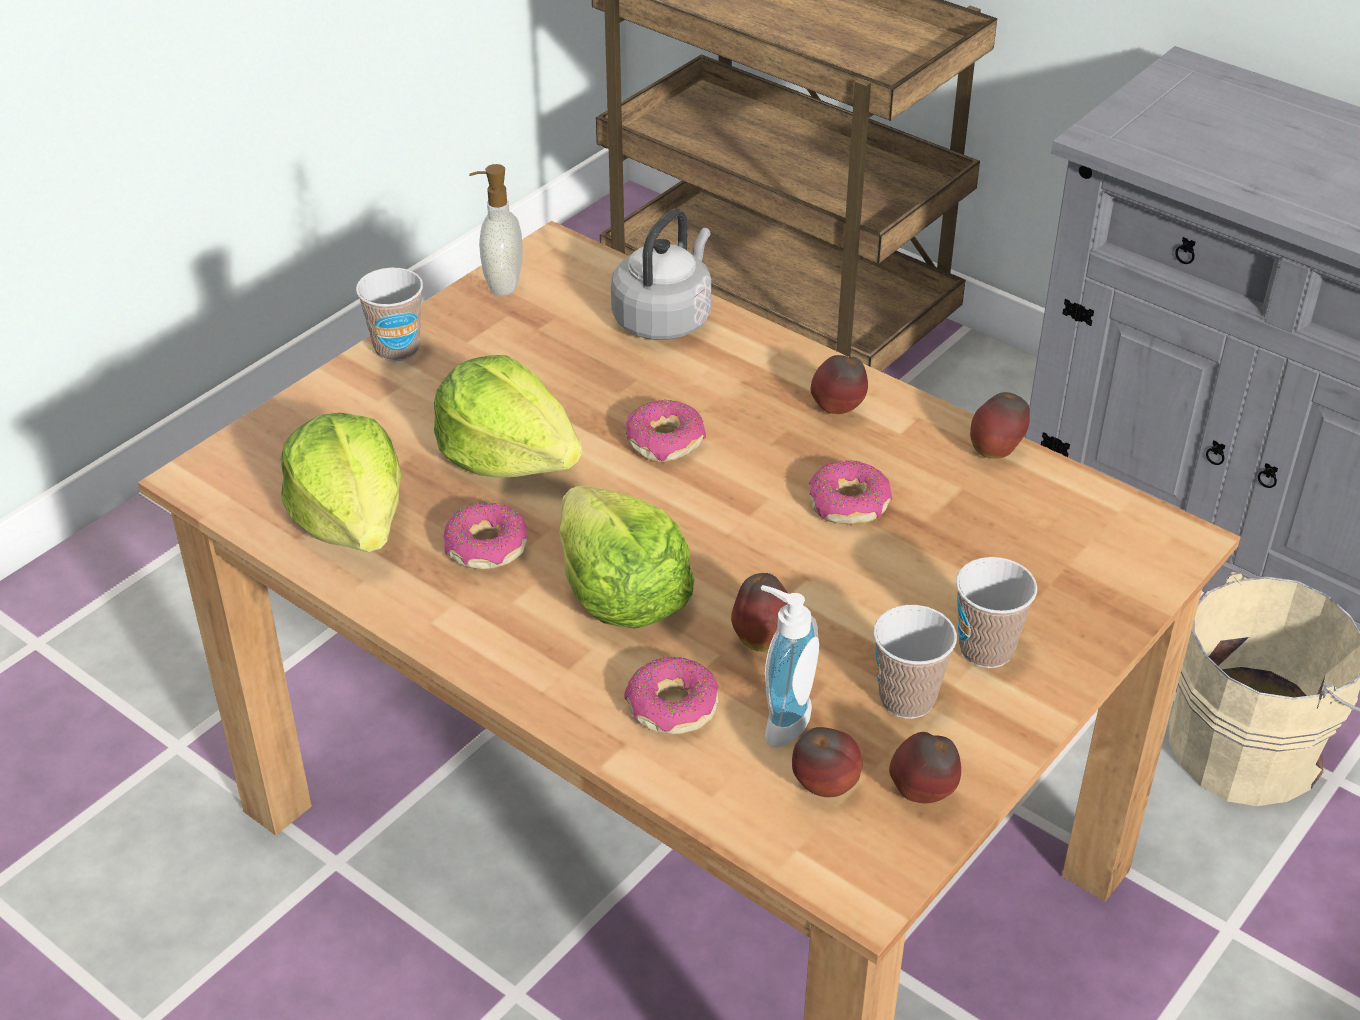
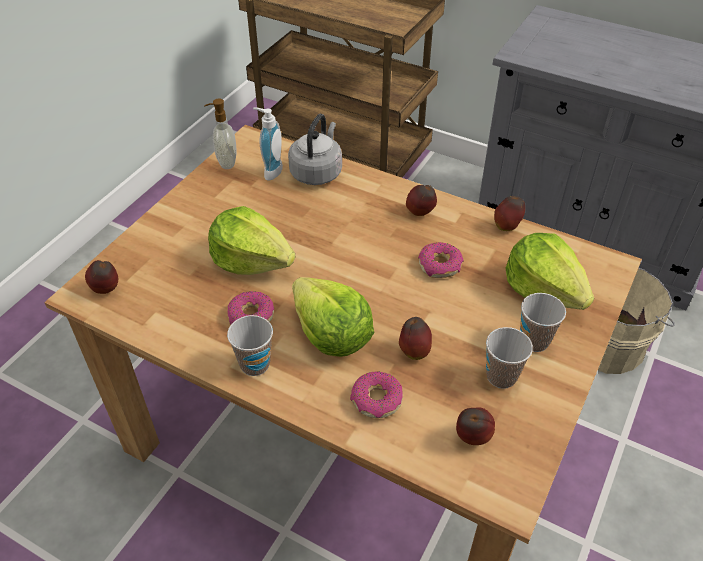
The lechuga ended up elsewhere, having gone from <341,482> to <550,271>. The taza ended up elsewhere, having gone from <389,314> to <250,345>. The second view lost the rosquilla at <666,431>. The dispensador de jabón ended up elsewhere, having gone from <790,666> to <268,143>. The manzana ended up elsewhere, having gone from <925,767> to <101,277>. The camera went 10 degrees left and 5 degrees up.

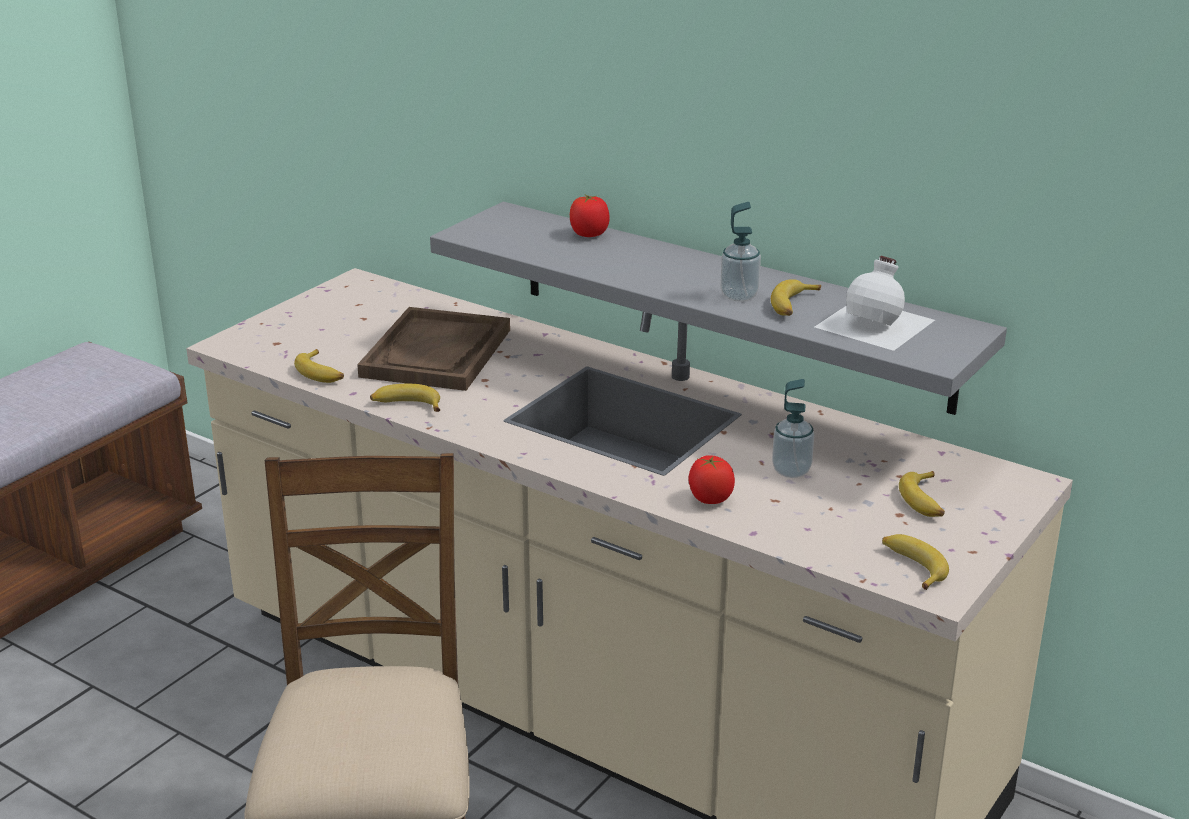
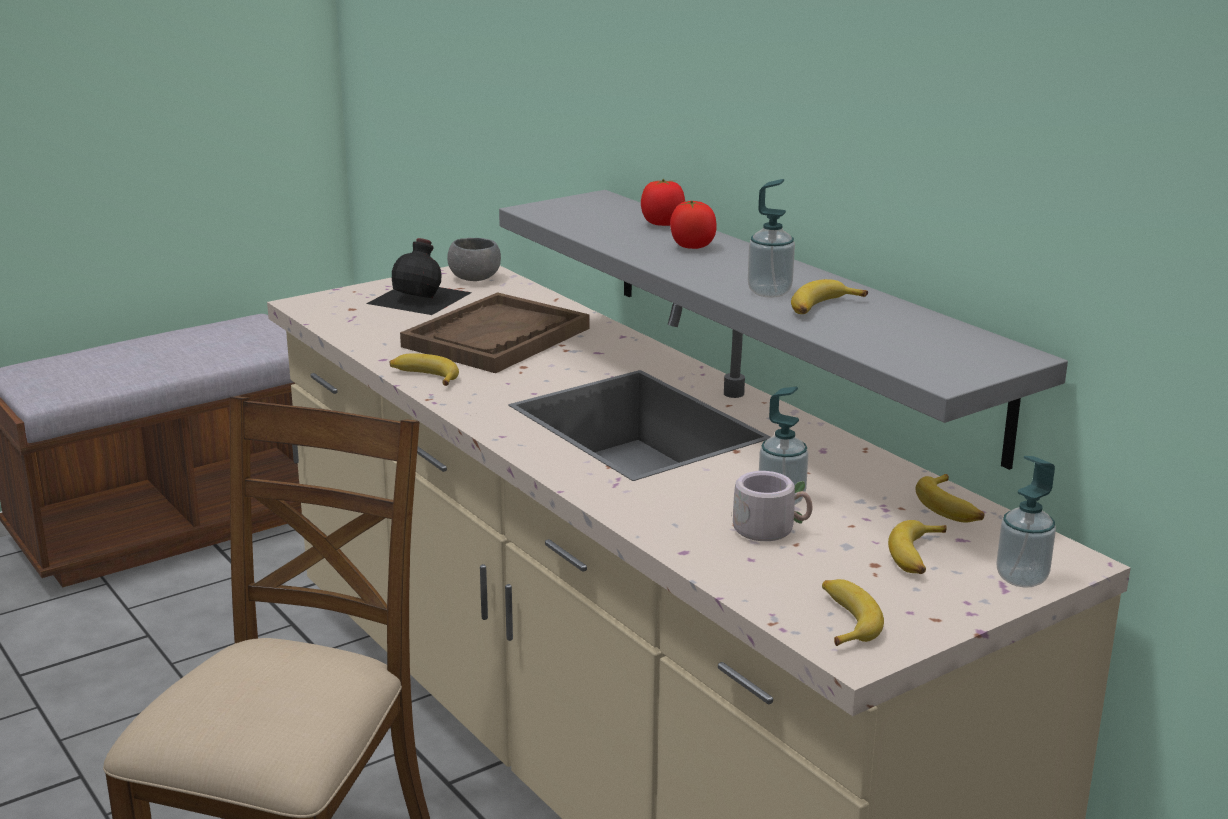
The plátano ended up elsewhere, having gone from <319,366> to <950,498>. The tomate ended up elsewhere, having gone from <711,479> to <693,225>. The second view lost the botella (blanco) at <875,303>. The second view gained the botella (negro) at <419,276>. The second view gained the cuenco (gris) at <474,259>. The second view gained the taza grande (gris) at <772,506>. The second view gained the dispensador de jabón at <1026,522>. The camera went 20 degrees right and 5 degrees down.

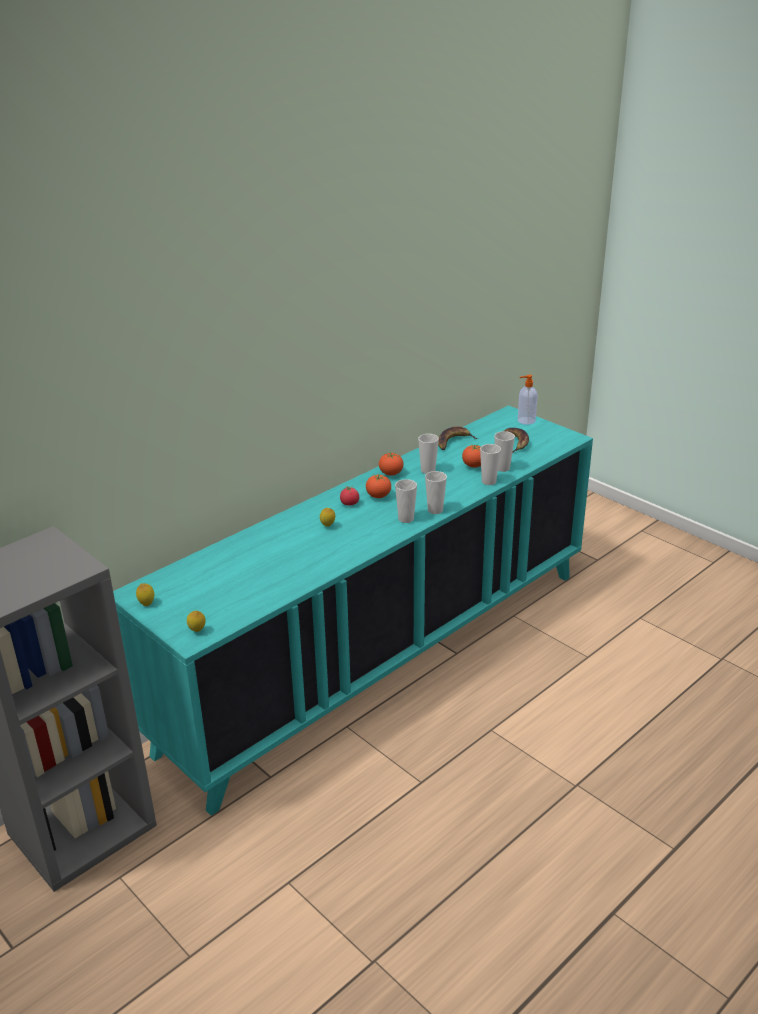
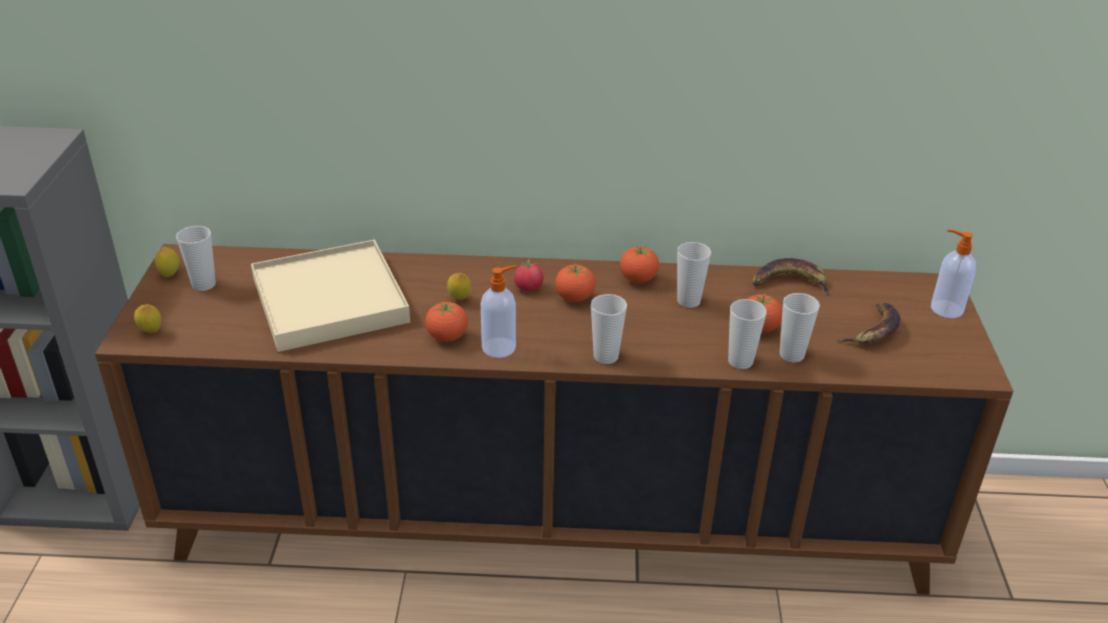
What was the armario (turquesa) at <353,610> turned into the armario (marrón) at <554,419>. The taza ended up elsewhere, having gone from <406,501> to <196,258>. The second view gained the bandeja (beis) at <330,296>. The second view gained the tomate at <446,321>. The second view gained the dispensador de jabón at <499,311>. The camera went 45 degrees right and 5 degrees up.

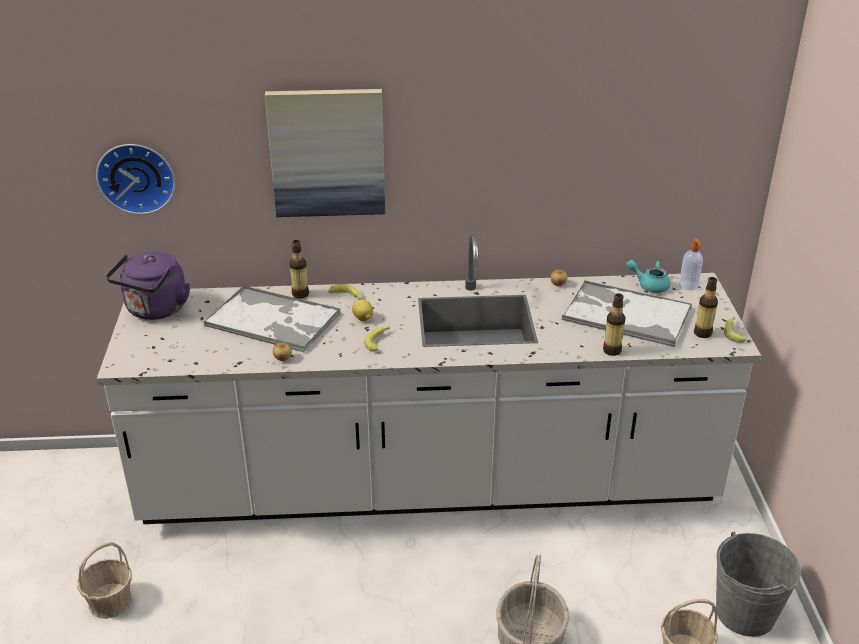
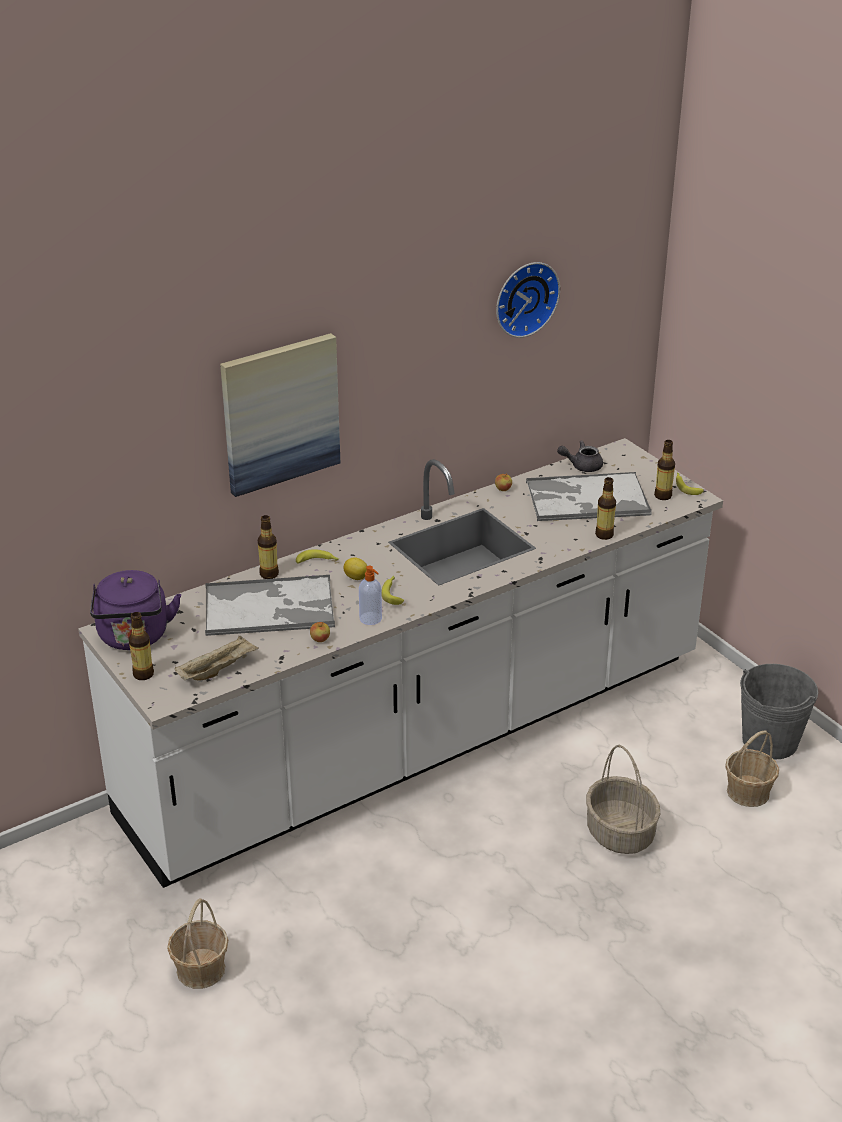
The reloj de pared ended up elsewhere, having gone from <135,179> to <528,300>. What was the tetera (turquesa) at <648,276> turned into the tetera (gris) at <580,456>. The dispensador de jabón ended up elsewhere, having gone from <691,264> to <370,595>. The second view gained the botella at <141,646>. The second view gained the bandeja (beis) at <217,658>. The camera went 30 degrees left and 0 degrees up.

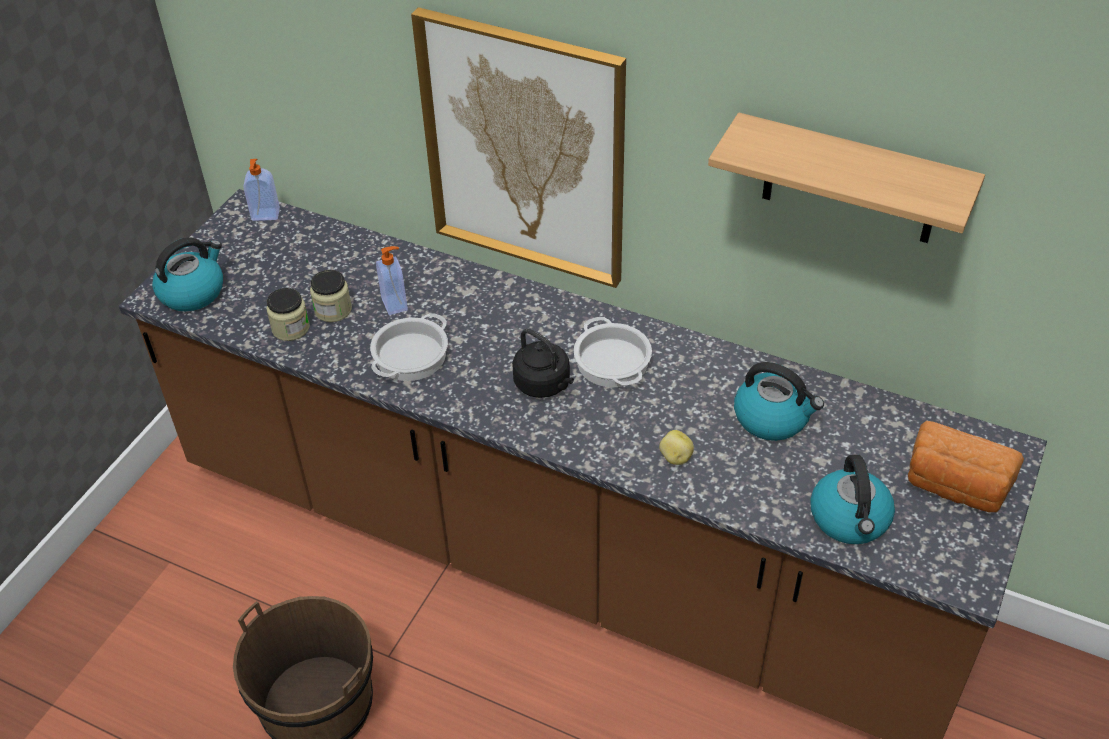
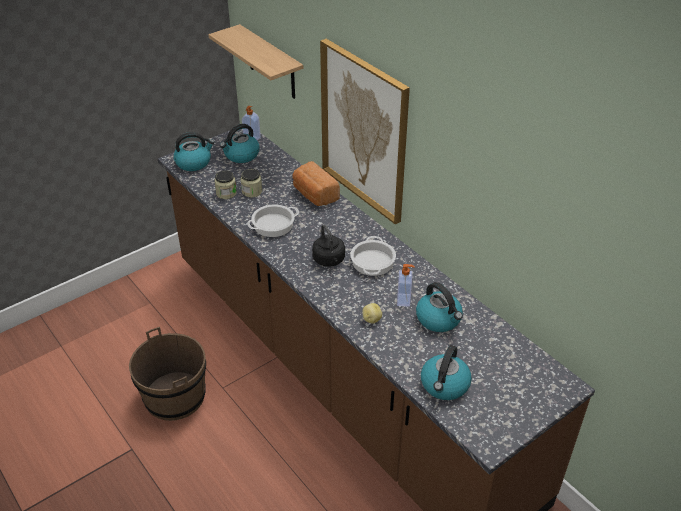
The dispensador de jabón ended up elsewhere, having gone from <392,280> to <406,285>. The estante ended up elsewhere, having gone from <846,178> to <255,61>. The pan ended up elsewhere, having gone from <966,466> to <316,183>. The second view gained the hervidor at <240,143>. The camera went 25 degrees right and 5 degrees down.

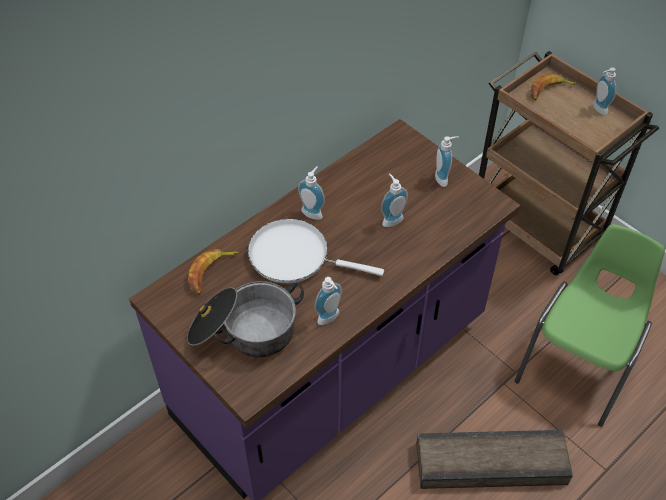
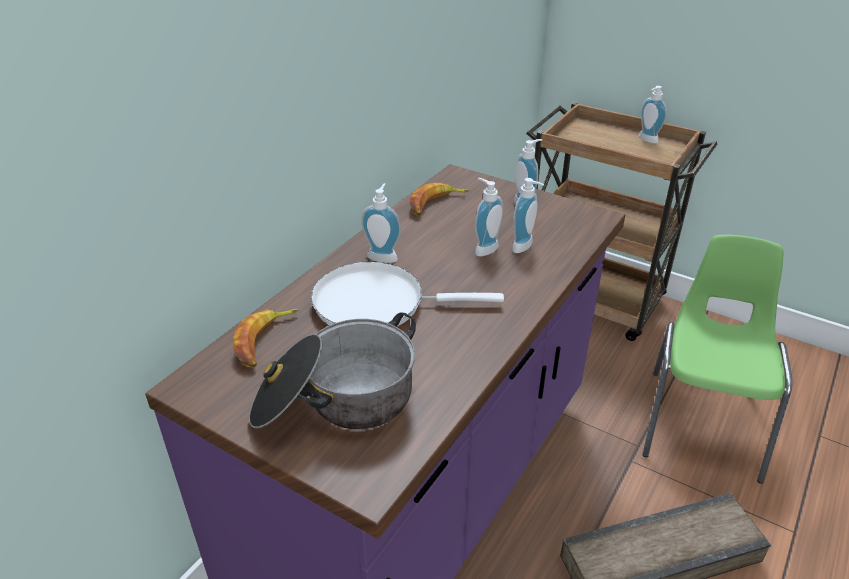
The dispensador de jabón ended up elsewhere, having gone from <328,301> to <528,215>. The plátano ended up elsewhere, having gone from <553,87> to <440,199>. The camera went 15 degrees left and 15 degrees down.

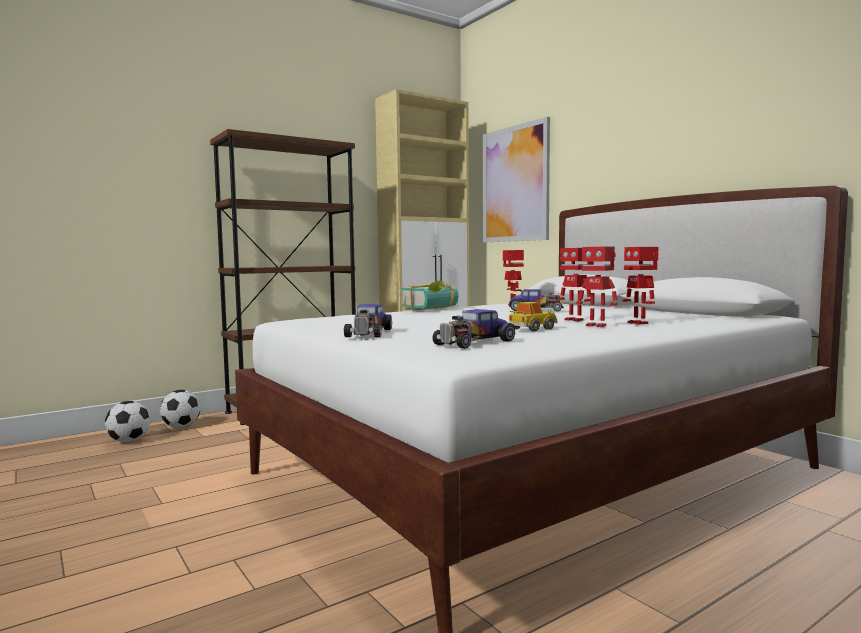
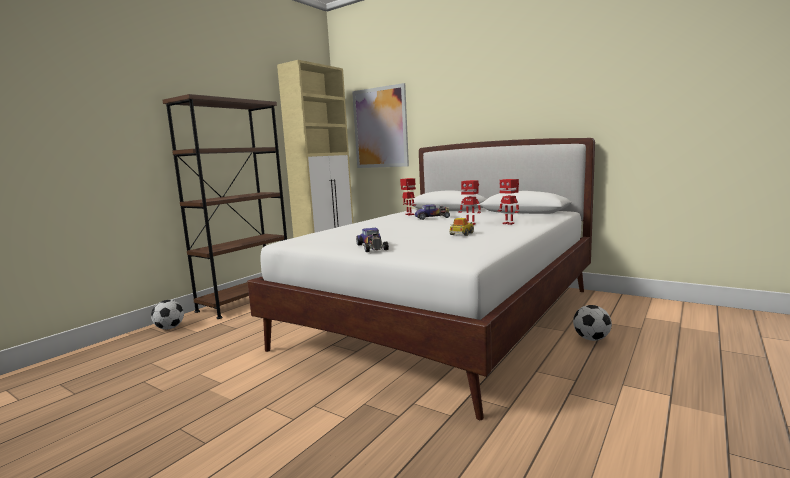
The balón de fútbol ended up elsewhere, having gone from <128,421> to <592,323>. The second view lost the libro at <430,295>. The second view lost the coche de juguete at <473,329>. The second view lost the robot de juguete at <596,287>. The camera went 20 degrees left and 5 degrees up.

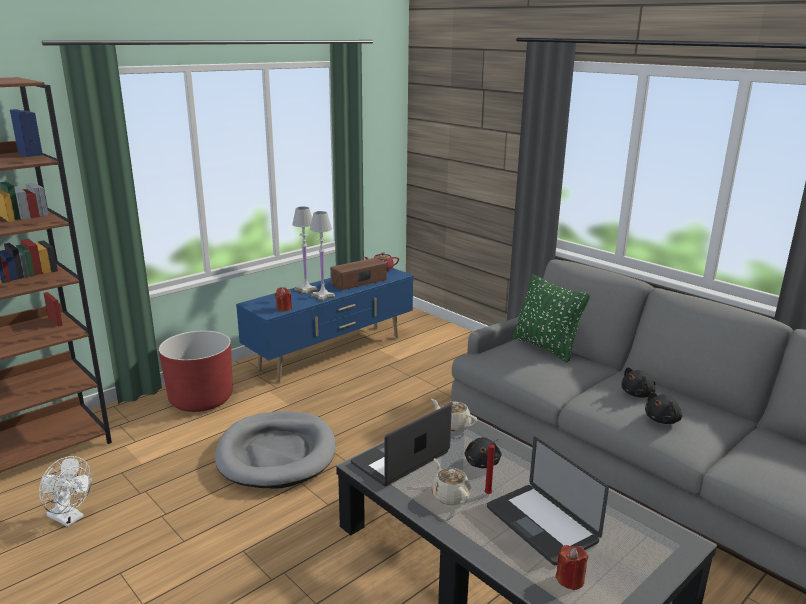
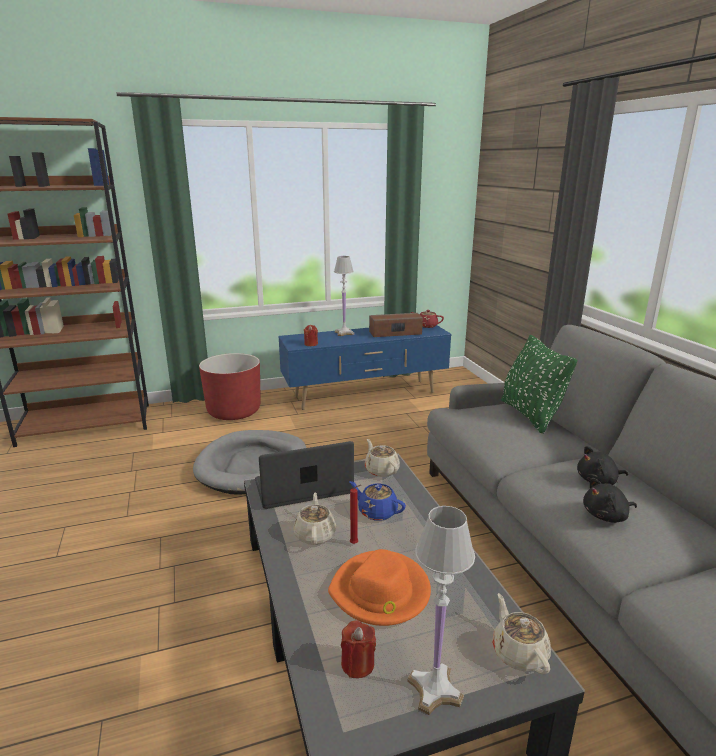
The second view lost the ventilador (blanco) at <65,491>. The lámpara de mesa (blanco) ended up elsewhere, having gone from <322,256> to <441,610>. Where the peluche (negro) stood at <483,452>, the tetera (azul) came to stand at <377,501>. Where the portátil stood at <548,501>, the sombrero (naranja) came to stand at <379,587>. The second view gained the tetera (beis) at <521,634>. The camera went 25 degrees right and 0 degrees up.

